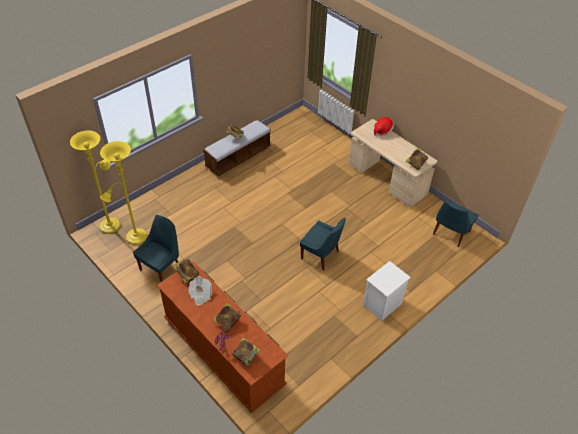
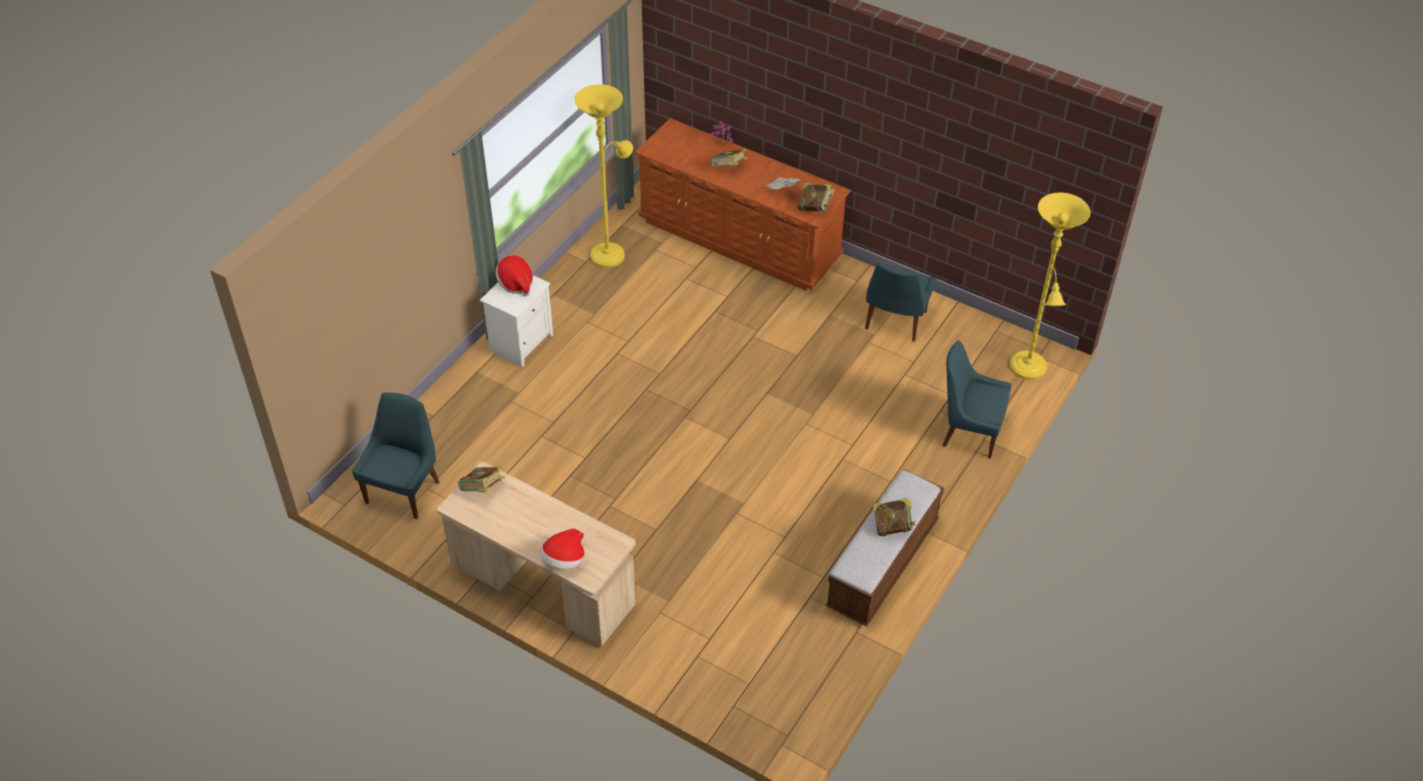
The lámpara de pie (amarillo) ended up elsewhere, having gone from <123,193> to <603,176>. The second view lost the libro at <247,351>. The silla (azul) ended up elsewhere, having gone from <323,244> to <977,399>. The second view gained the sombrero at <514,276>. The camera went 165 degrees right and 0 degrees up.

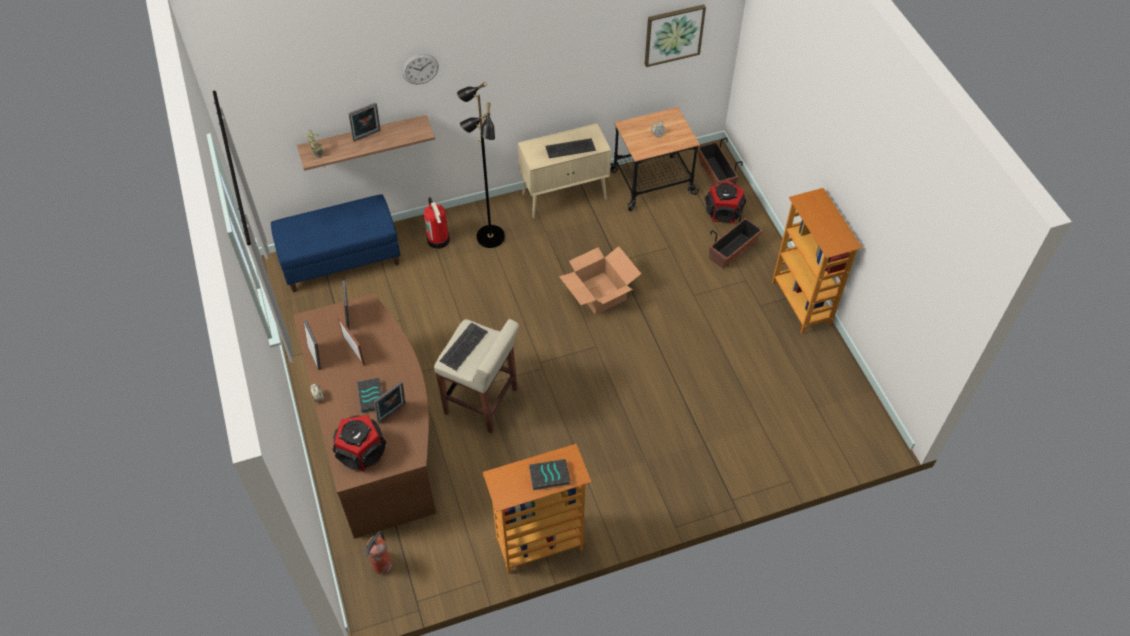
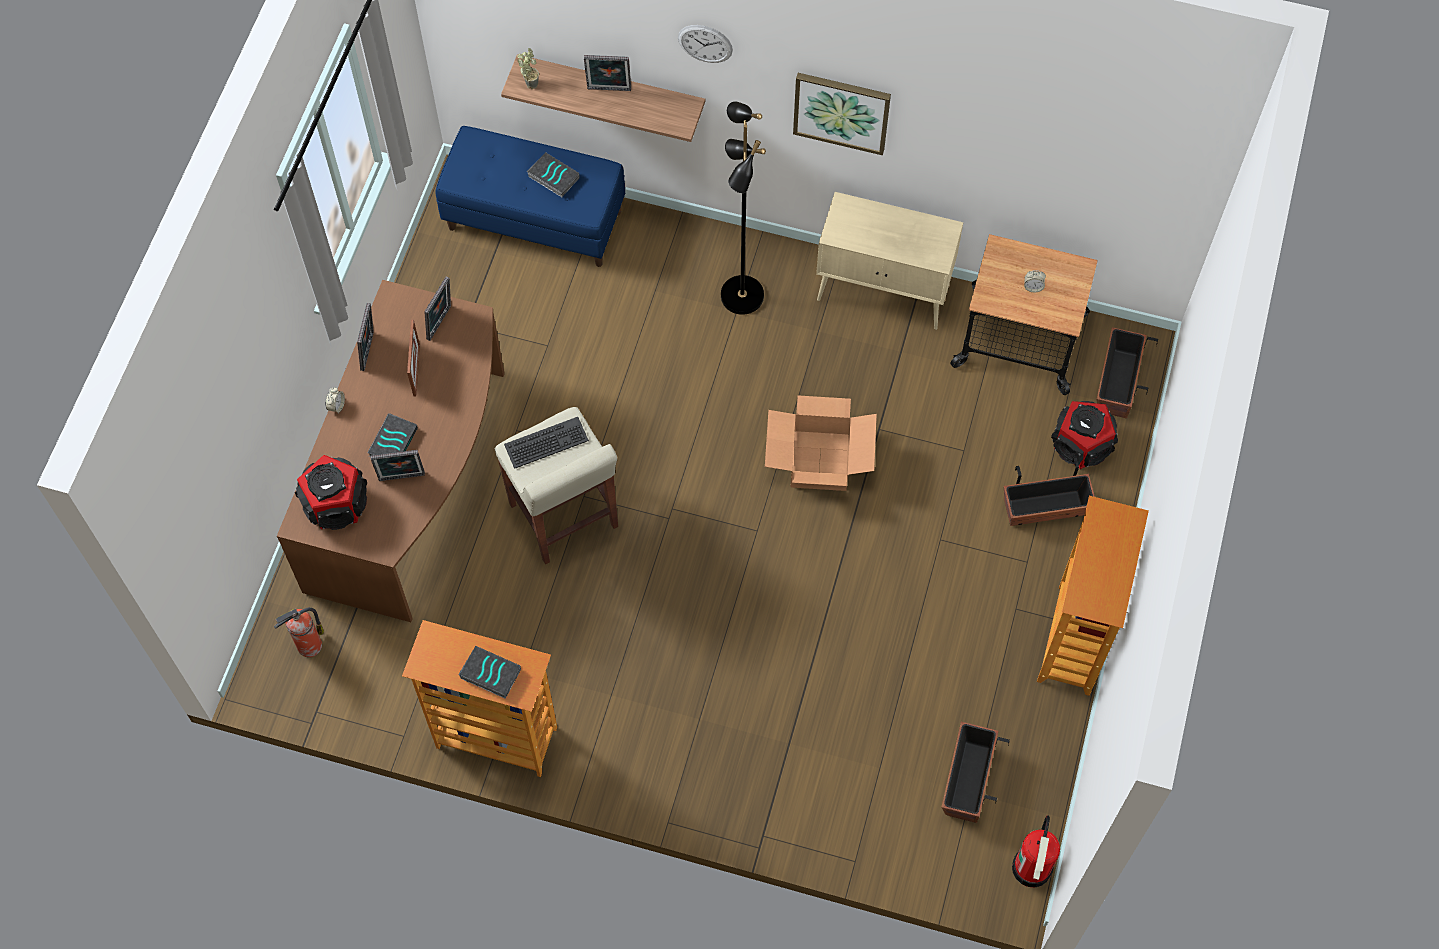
The extintor ended up elsewhere, having gone from <437,223> to <1036,851>. The second view lost the teclado at <570,148>. The cuadro ended up elsewhere, having gone from <675,35> to <842,114>. The second view gained the libro at <553,174>. The second view gained the maceta at <976,772>. The camera went 35 degrees right and 10 degrees up.

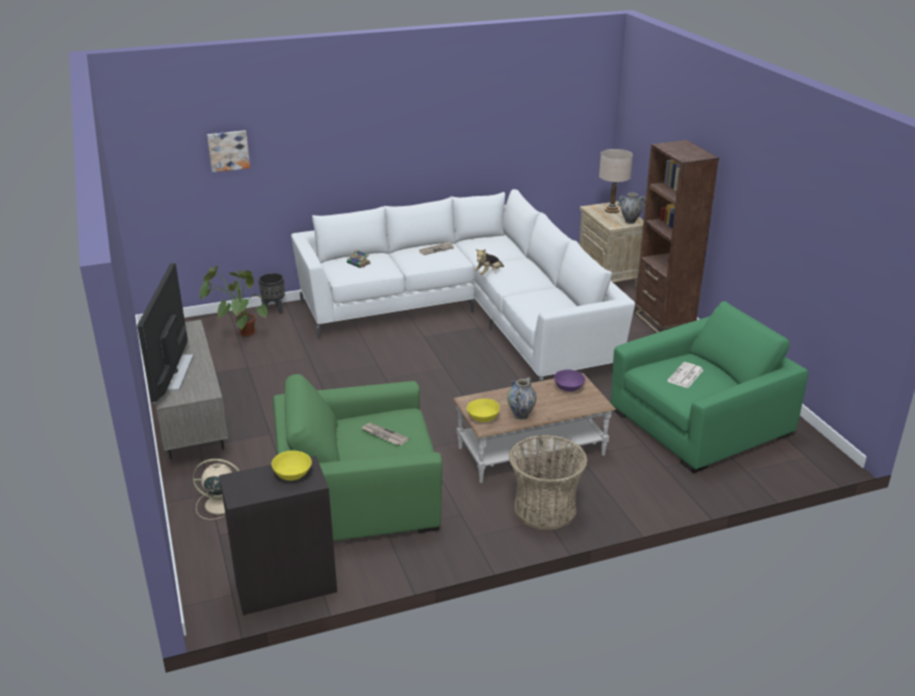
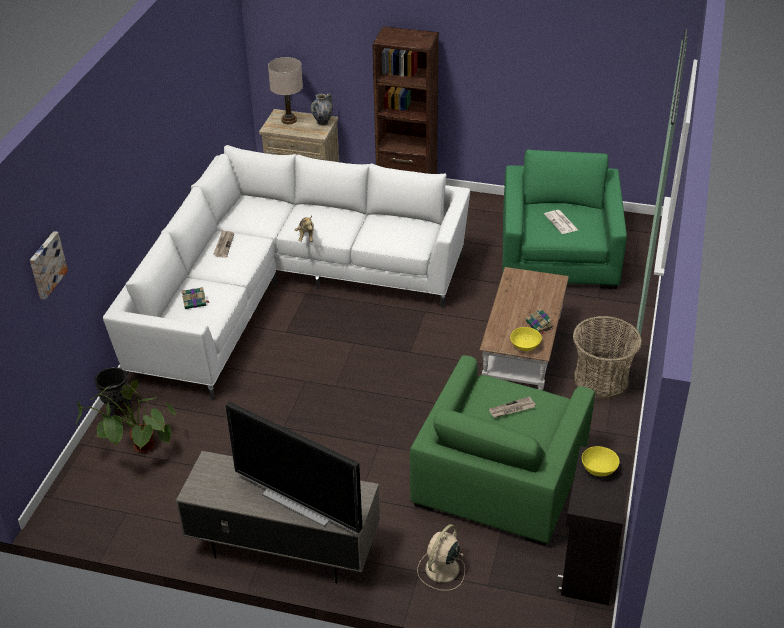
Where the florero stood at <522,398>, the libro came to stand at <539,321>. The second view lost the cuenco (morado) at <569,381>. The camera went 55 degrees left and 10 degrees up.

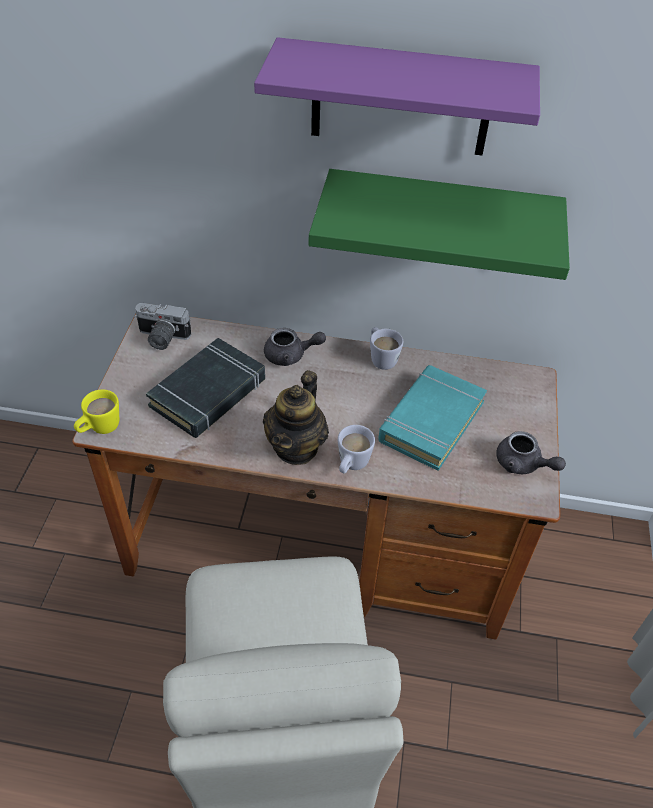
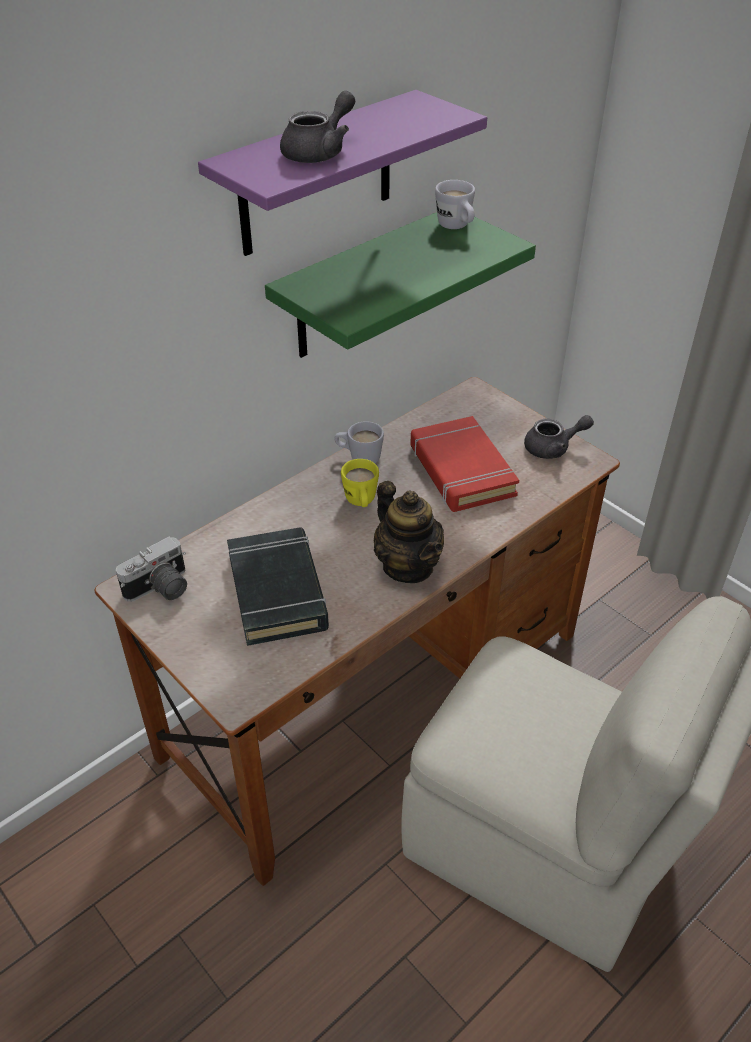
The taza grande (amarillo) ended up elsewhere, having gone from <96,411> to <360,483>. The tetera (gris) ended up elsewhere, having gone from <295,347> to <317,127>. The taza grande (blanco) ended up elsewhere, having gone from <356,449> to <455,204>. What was the libro (turquesa) at <432,418> turned into the libro (rojo) at <464,464>. The camera went 50 degrees left and 5 degrees down.

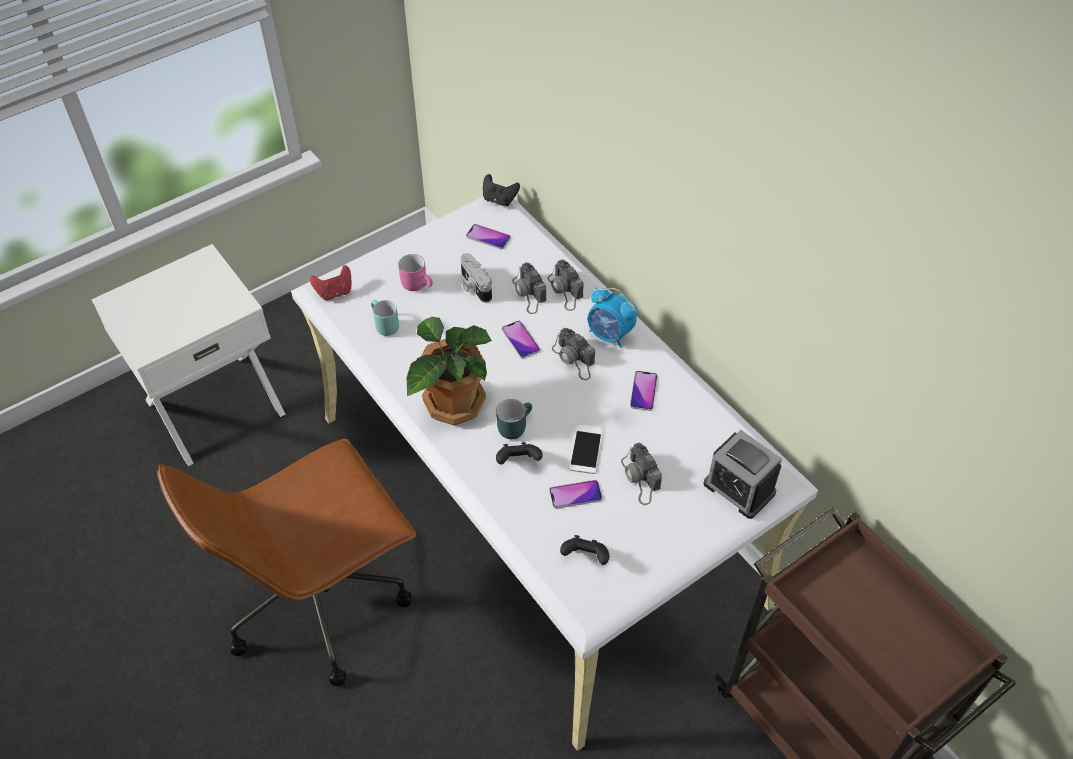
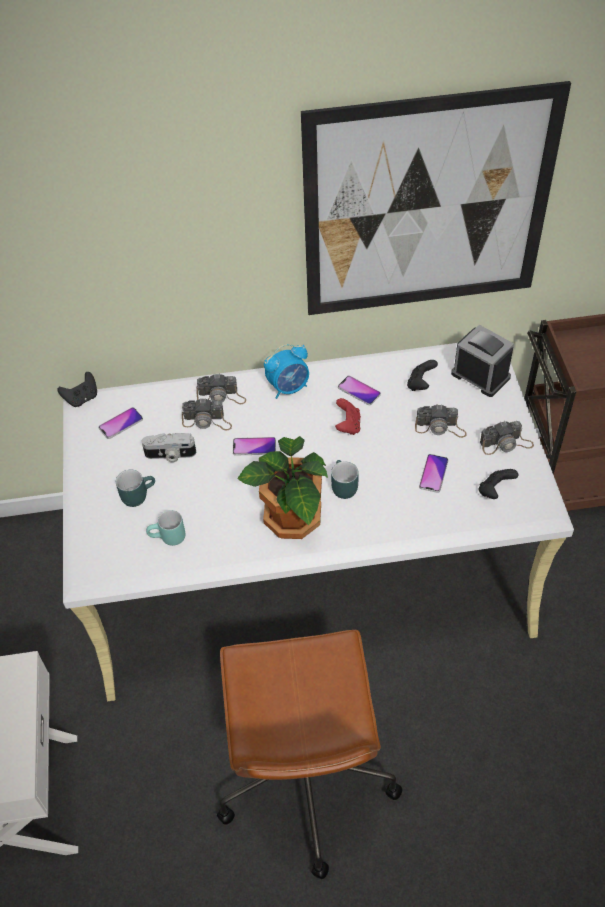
The mando de consola (rojo) ended up elsewhere, having gone from <330,282> to <348,416>. What was the taza grande (rosa) at <415,272> turned into the taza grande (turquesa) at <135,488>. The mando de consola (negro) ended up elsewhere, having gone from <519,453> to <422,375>. The cámara ended up elsewhere, having gone from <573,354> to <507,438>. The second view lost the móvil at <586,449>. The despertador at <743,474> ended up facing another way, 120 degrees counterclockwise from before. The second view gained the cuadro at <436,198>. The camera went 60 degrees left and 0 degrees up.

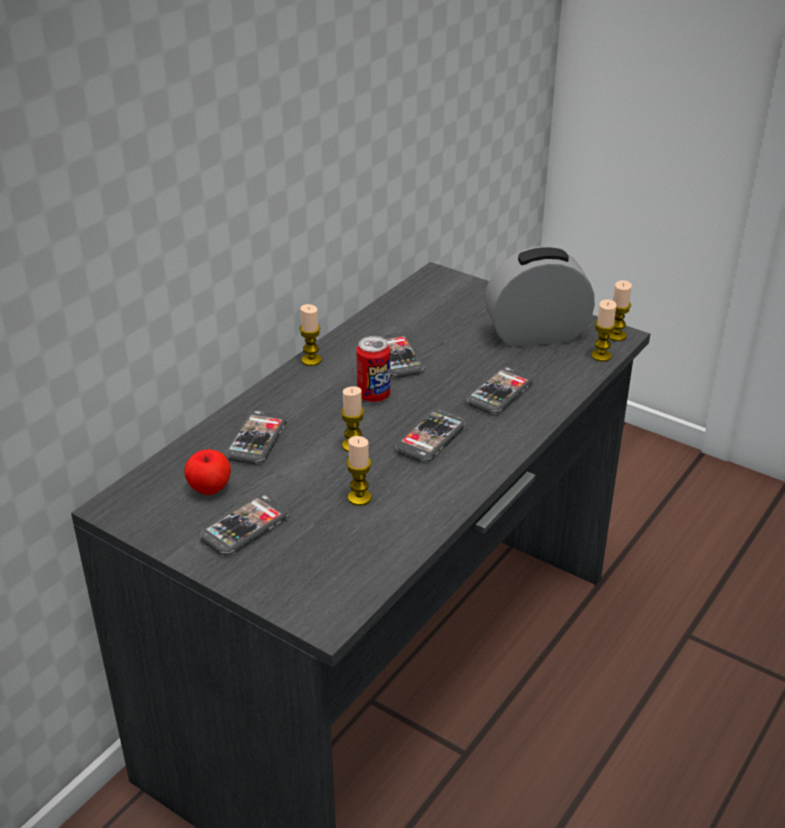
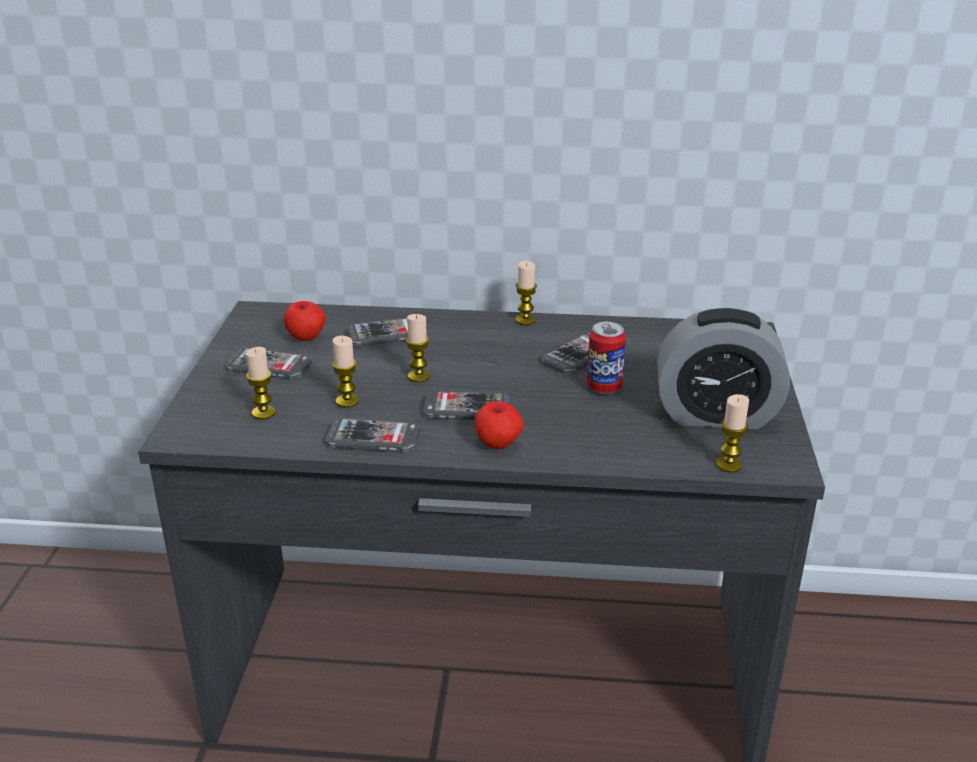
The lata ended up elsewhere, having gone from <373,369> to <606,358>. The móvil ended up elsewhere, having gone from <500,390> to <372,435>. The despertador at <540,297> ended up facing another way, 135 degrees clockwise from before. The vela ended up elsewhere, having gone from <620,310> to <261,383>. The second view gained the manzana at <499,425>. The camera went 60 degrees right and 5 degrees down.

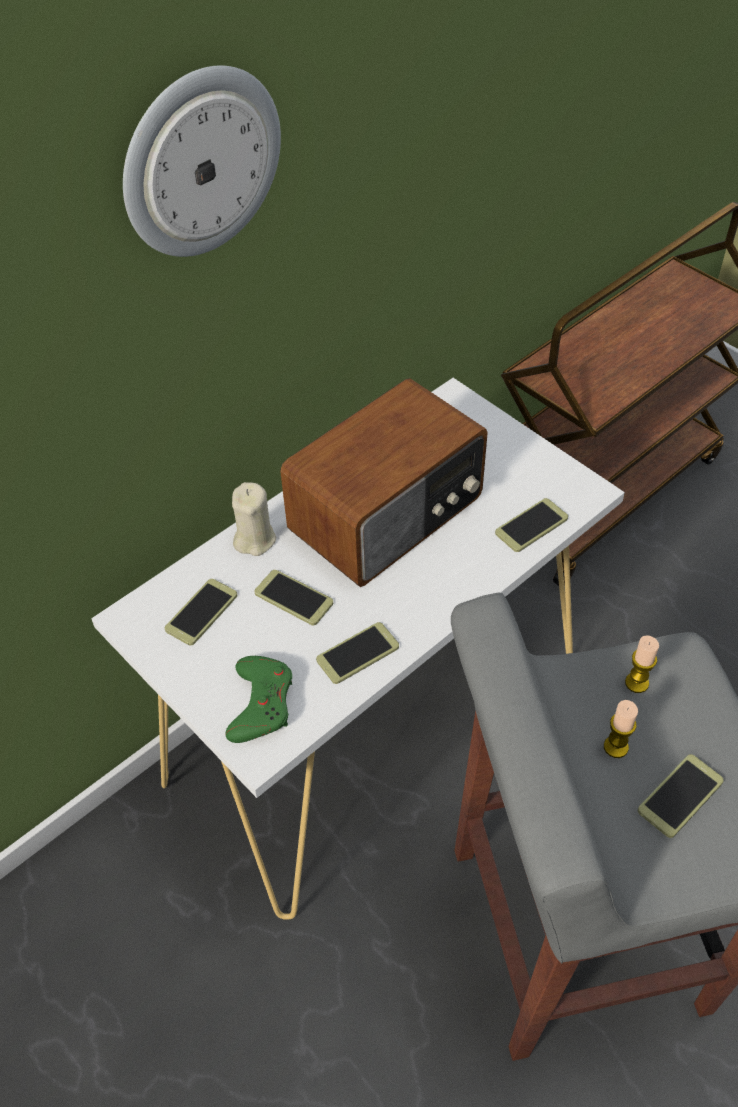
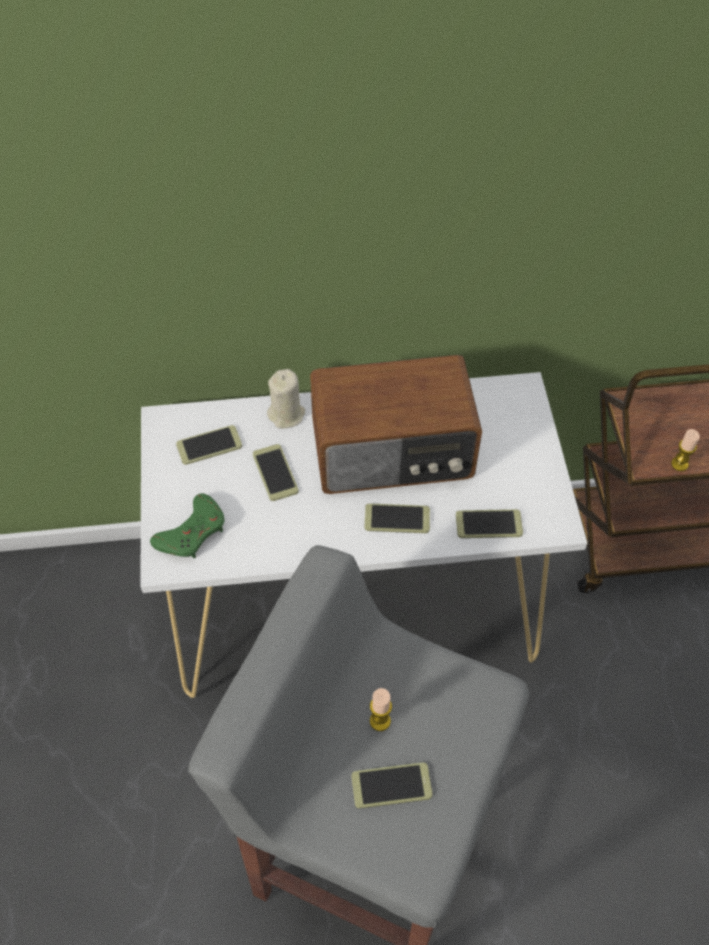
The second view lost the reloj de pared at <202,161>. The móvil ended up elsewhere, having gone from <357,653> to <397,518>. The vela ended up elsewhere, having gone from <642,664> to <685,450>. The camera went 35 degrees right and 5 degrees up.

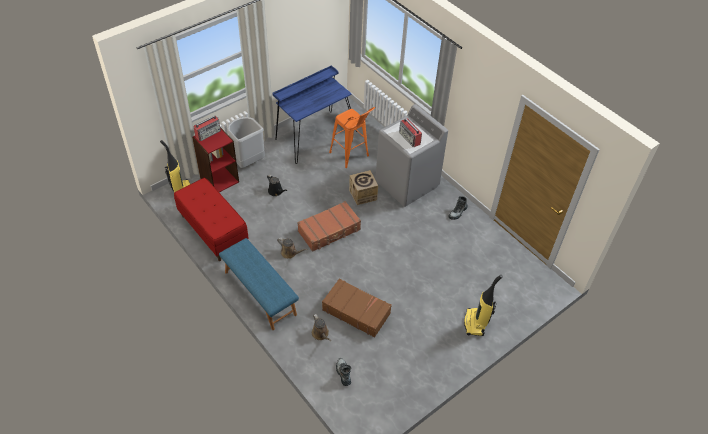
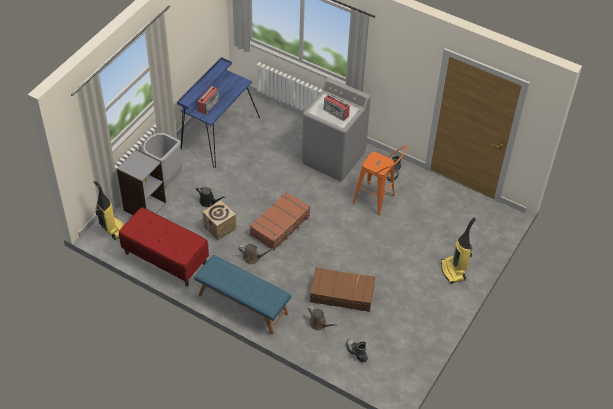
What was the estantería (rojo) at <215,159> turned into the estantería (gris) at <141,182>. The radio ended up elsewhere, having gone from <207,128> to <209,100>. The taburete (naranja) ended up elsewhere, having gone from <352,137> to <380,180>. The caja de cartón ended up elsewhere, having gone from <363,187> to <219,220>. The camera went 20 degrees left and 0 degrees up.

